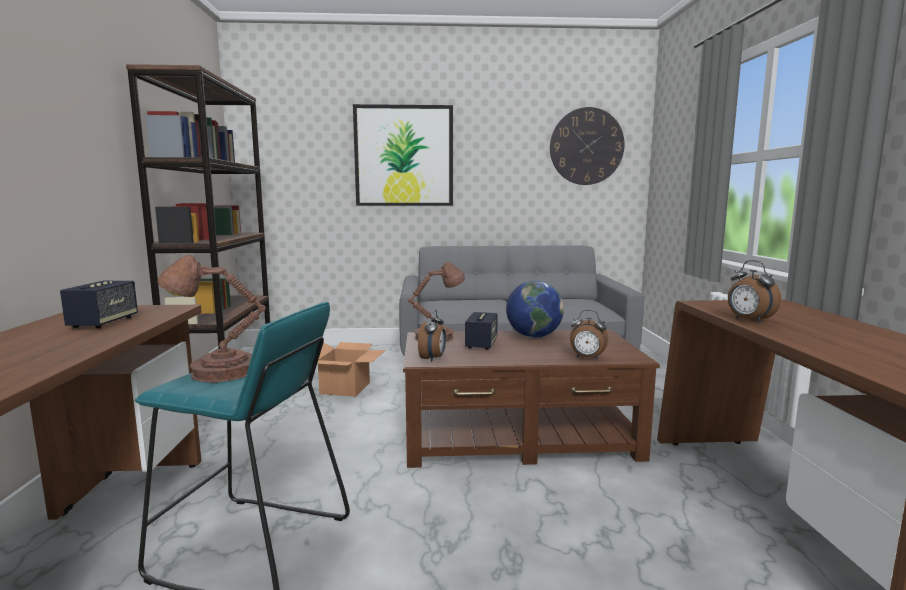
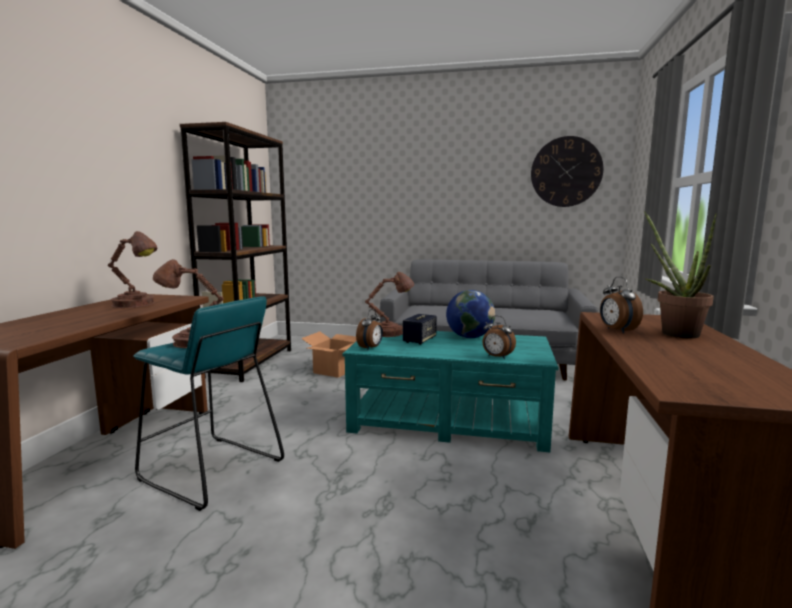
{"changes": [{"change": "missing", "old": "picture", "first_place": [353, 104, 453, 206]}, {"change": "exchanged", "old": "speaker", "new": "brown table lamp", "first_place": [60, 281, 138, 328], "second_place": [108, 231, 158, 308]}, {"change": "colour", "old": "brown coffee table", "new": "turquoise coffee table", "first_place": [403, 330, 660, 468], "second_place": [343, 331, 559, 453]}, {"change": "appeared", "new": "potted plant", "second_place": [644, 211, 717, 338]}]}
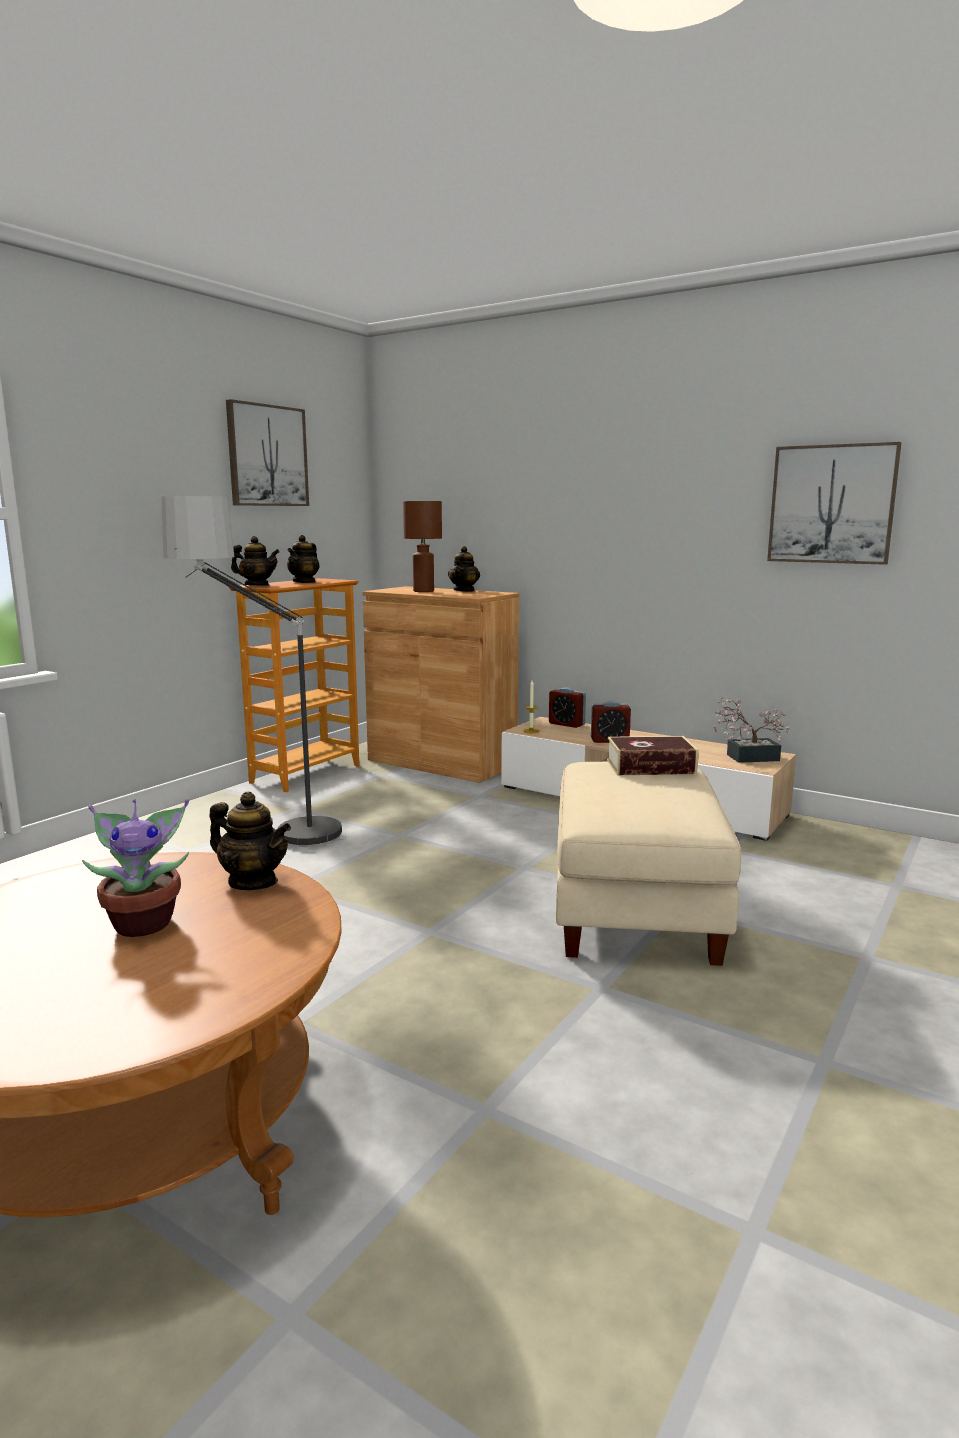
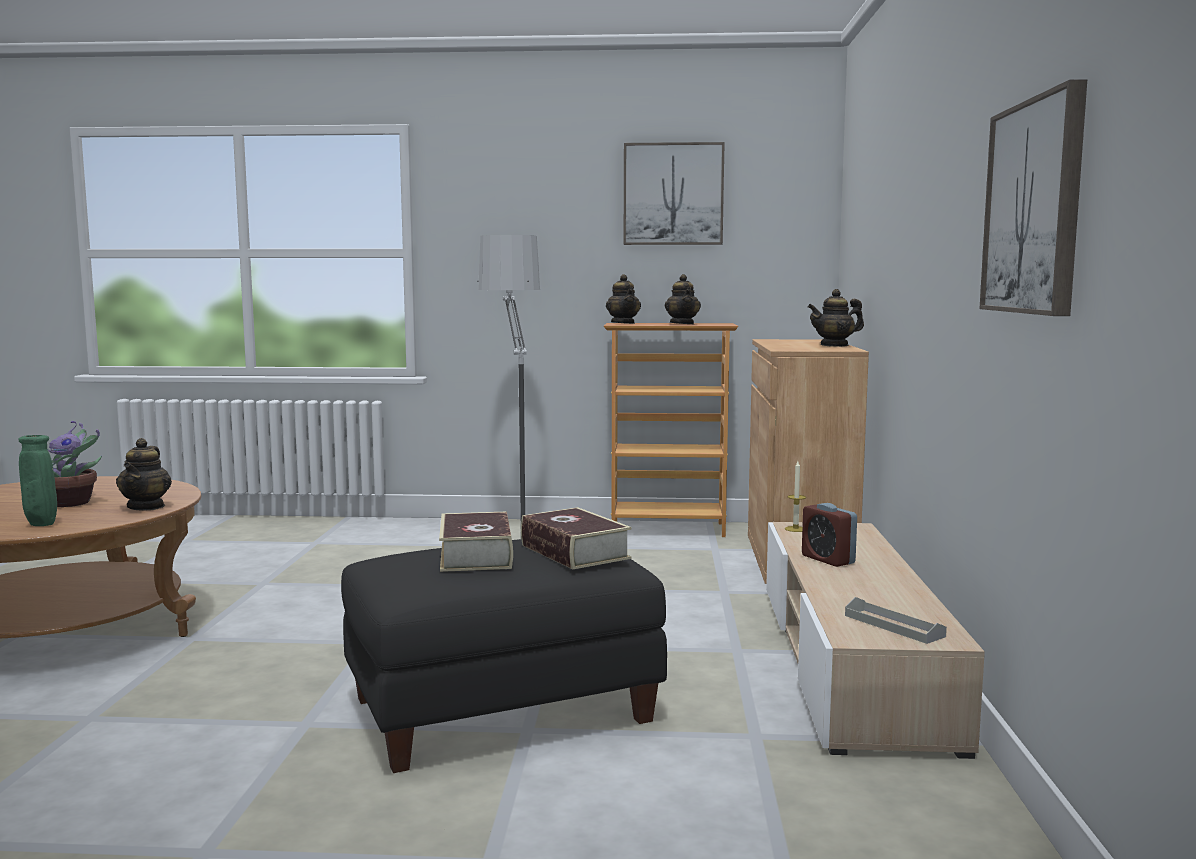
{"changes": [{"change": "missing", "old": "brown table lamp", "first_place": [403, 501, 442, 592]}, {"change": "spun", "old": "teapot", "first_place": [287, 535, 320, 583], "second_place": [665, 274, 701, 324], "degrees": -90}, {"change": "missing", "old": "alarm clock", "first_place": [549, 687, 586, 728]}, {"change": "exchanged", "old": "potted plant", "new": "grey tray", "first_place": [713, 697, 790, 763], "second_place": [845, 597, 947, 644]}, {"change": "colour", "old": "beige ottoman", "new": "black ottoman", "first_place": [556, 762, 741, 966], "second_place": [341, 539, 667, 773]}, {"change": "appeared", "new": "green vase", "second_place": [19, 435, 57, 526]}, {"change": "appeared", "new": "book", "second_place": [439, 511, 513, 572]}]}
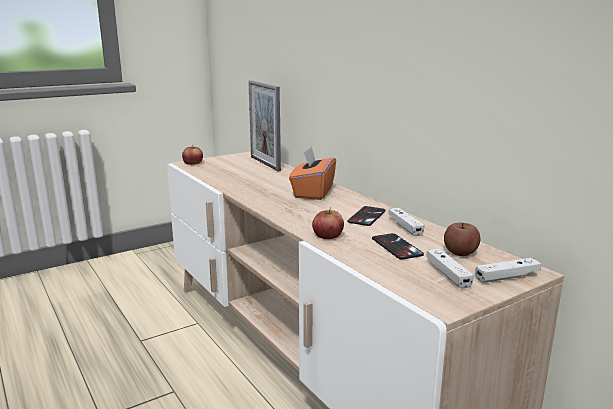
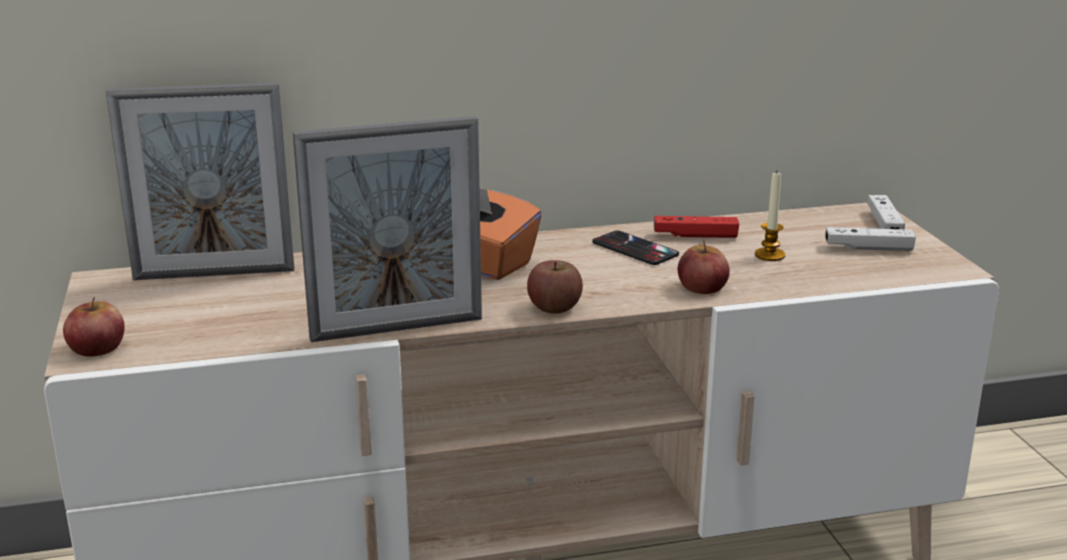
{"changes": [{"change": "colour", "old": "white game controller", "new": "red game controller", "first_place": [388, 208, 424, 236], "second_place": [654, 216, 739, 238]}, {"change": "relocated", "old": "apple", "first_place": [444, 223, 480, 256], "second_place": [527, 260, 583, 314]}, {"change": "exchanged", "old": "phone", "new": "candle", "first_place": [372, 233, 424, 260], "second_place": [755, 171, 785, 261]}, {"change": "appeared", "new": "picture frame", "second_place": [293, 116, 482, 342]}]}
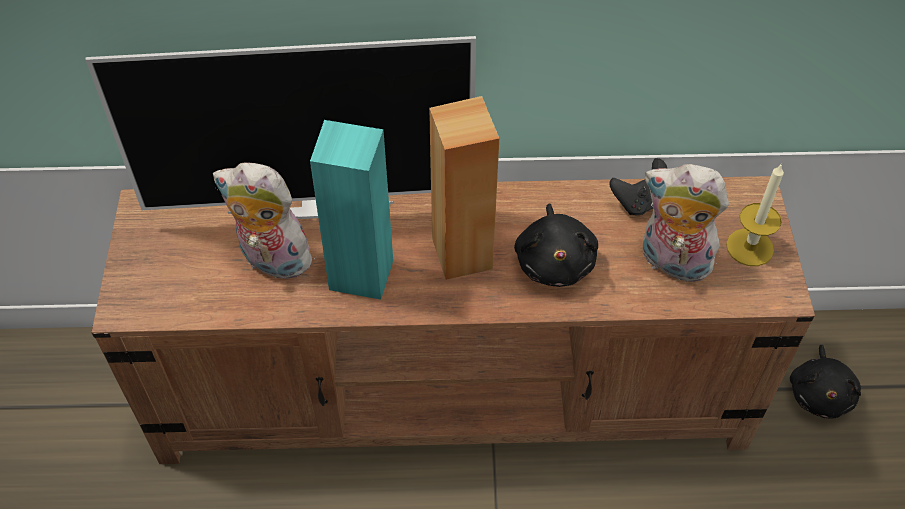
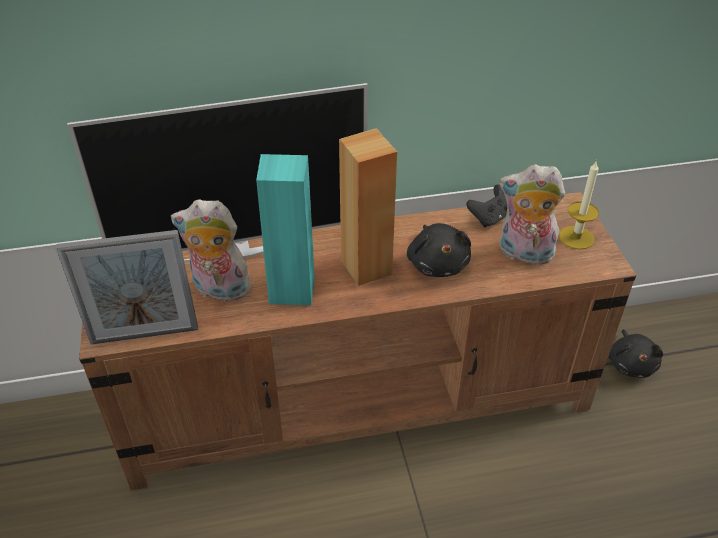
{"changes": [{"change": "appeared", "new": "picture frame", "second_place": [56, 230, 198, 345]}]}
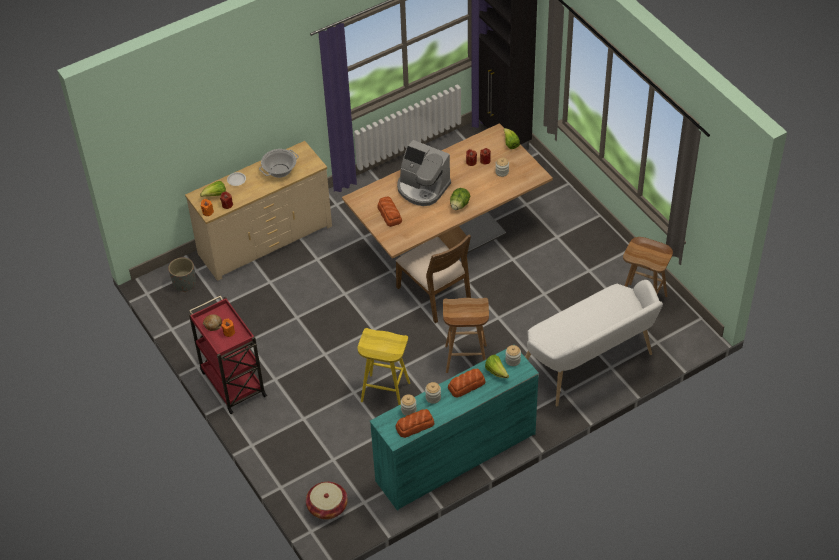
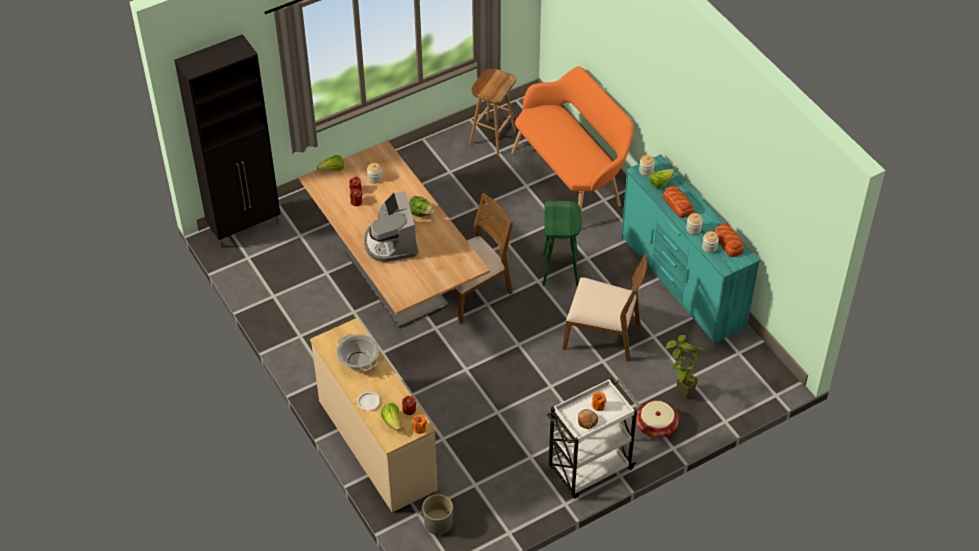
{"changes": [{"change": "spun", "old": "coffee machine", "first_place": [397, 140, 451, 206], "second_place": [364, 191, 419, 262], "degrees": 135}, {"change": "missing", "old": "bread", "first_place": [377, 197, 402, 227]}, {"change": "colour", "old": "white bench", "new": "orange bench", "first_place": [525, 280, 663, 406], "second_place": [511, 66, 634, 211]}, {"change": "colour", "old": "red cart", "new": "white cart", "first_place": [189, 295, 267, 414], "second_place": [547, 378, 641, 498]}, {"change": "colour", "old": "brown stool", "new": "green stool", "first_place": [443, 298, 489, 373], "second_place": [543, 201, 582, 287]}, {"change": "exchanged", "old": "yellow stool", "new": "brown chair", "first_place": [358, 328, 410, 405], "second_place": [563, 253, 648, 362]}, {"change": "relocated", "old": "basket", "first_place": [306, 482, 348, 519], "second_place": [636, 400, 679, 438]}, {"change": "appeared", "new": "potted plant", "second_place": [665, 335, 707, 399]}]}
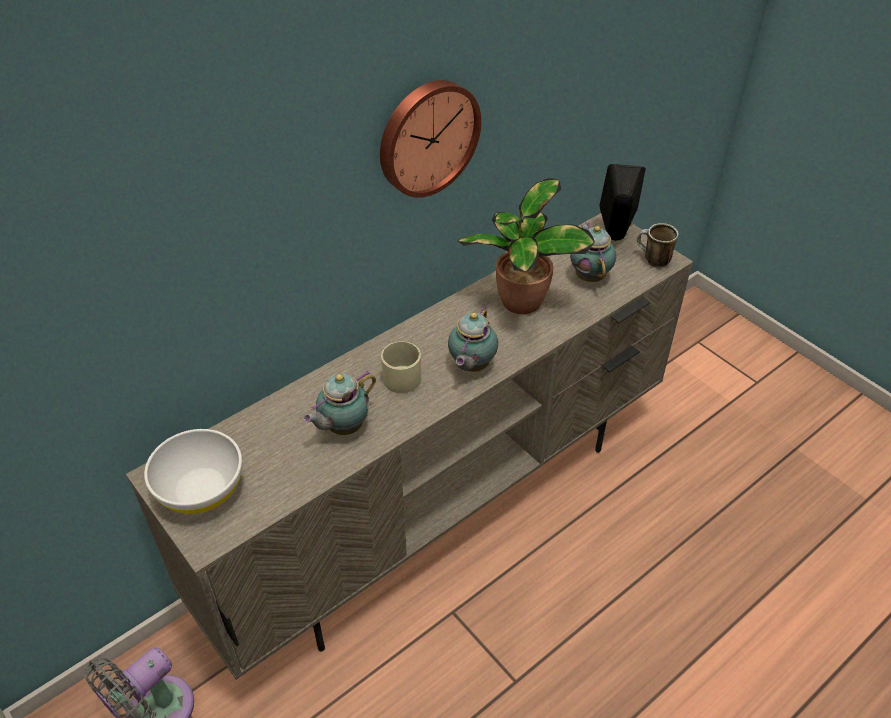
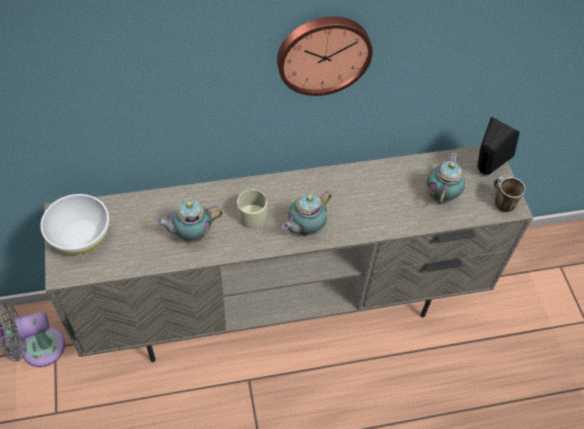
{"changes": [{"change": "missing", "old": "potted plant", "first_place": [457, 178, 595, 314]}]}
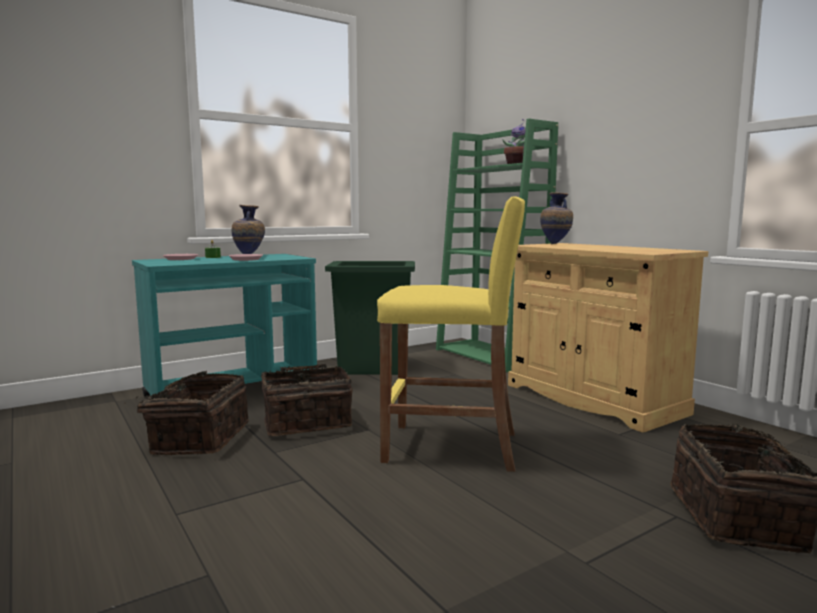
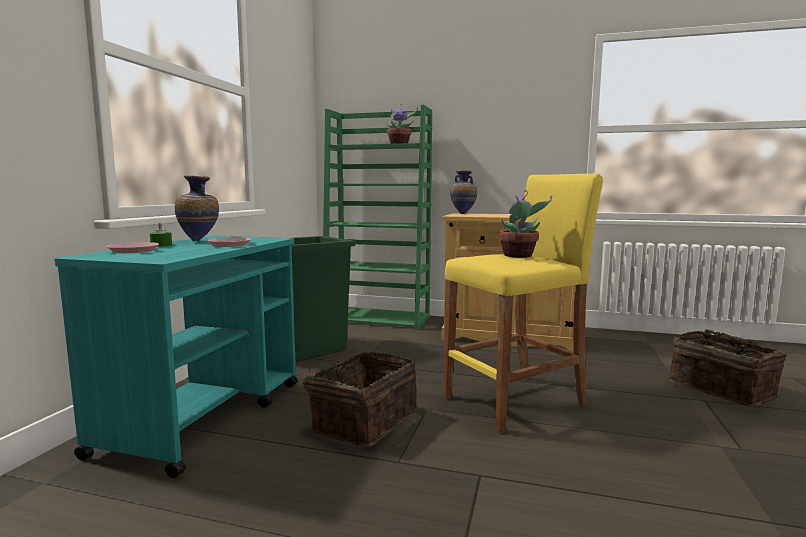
{"changes": [{"change": "missing", "old": "basket", "first_place": [124, 371, 249, 455]}, {"change": "appeared", "new": "potted plant", "second_place": [499, 190, 552, 258]}]}
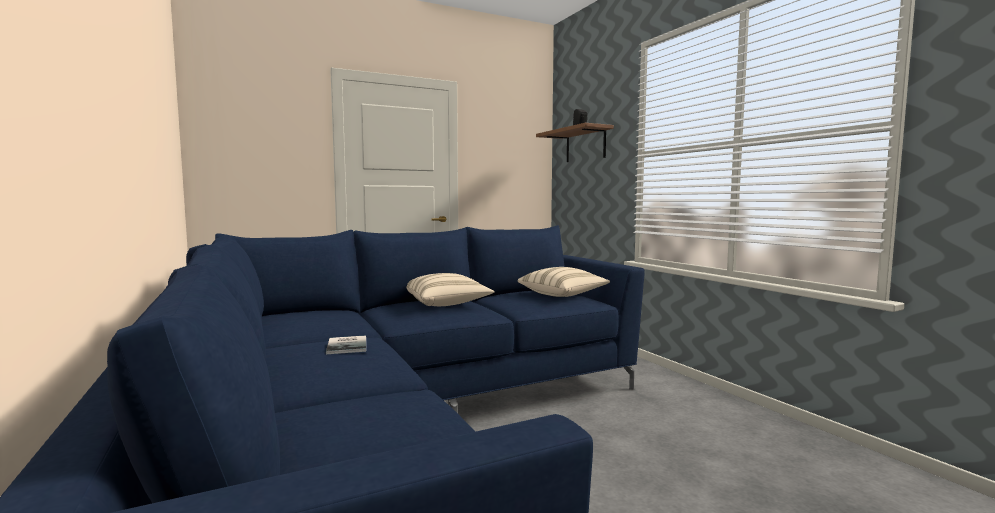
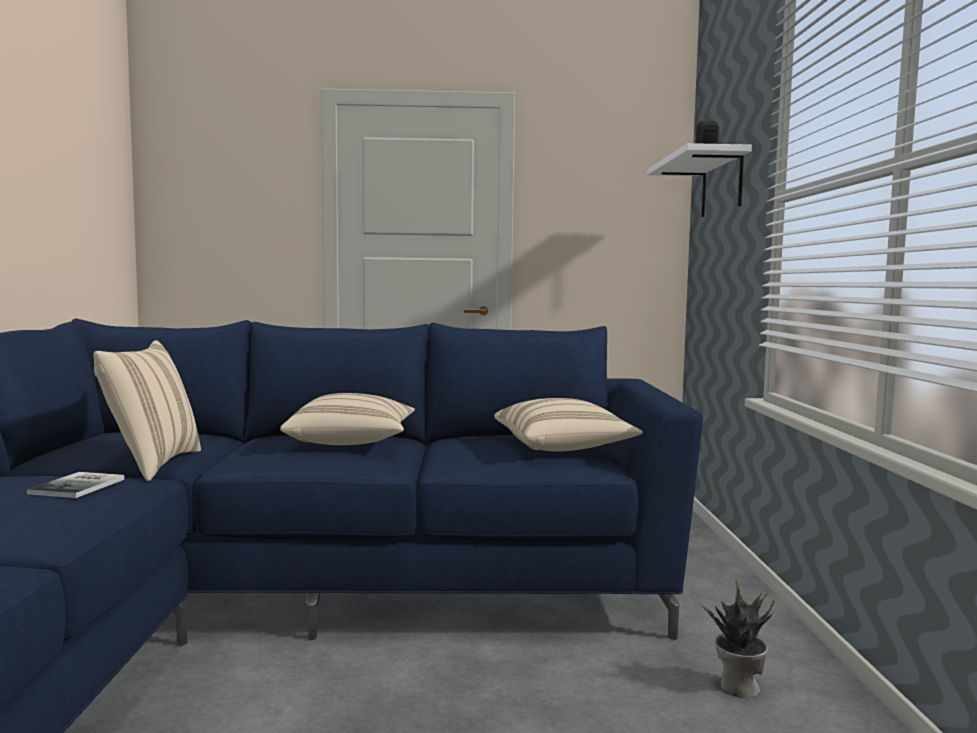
{"changes": [{"change": "colour", "old": "brown shelf", "new": "white shelf", "first_place": [536, 123, 614, 162], "second_place": [647, 143, 752, 217]}, {"change": "appeared", "new": "beige pillow", "second_place": [93, 340, 201, 481]}, {"change": "appeared", "new": "potted plant", "second_place": [699, 580, 775, 698]}]}
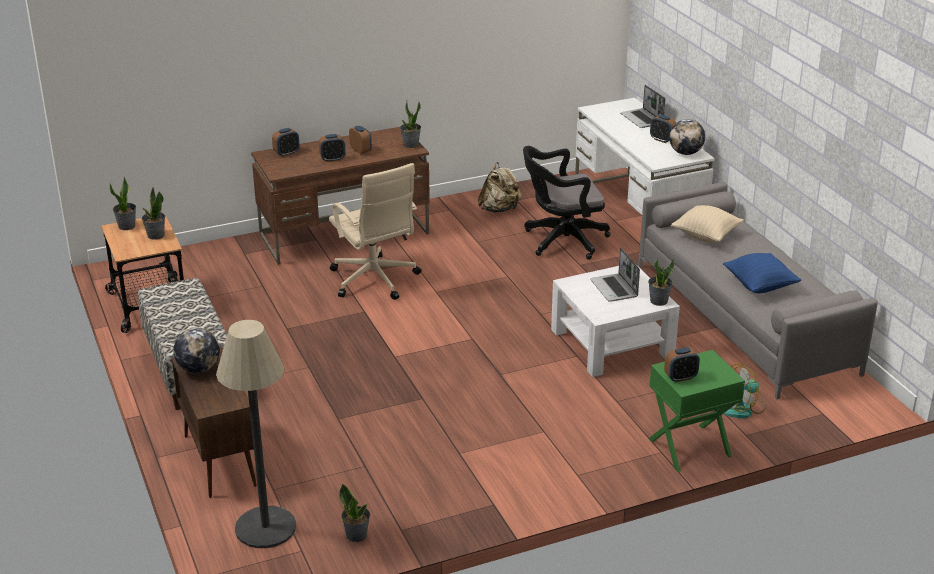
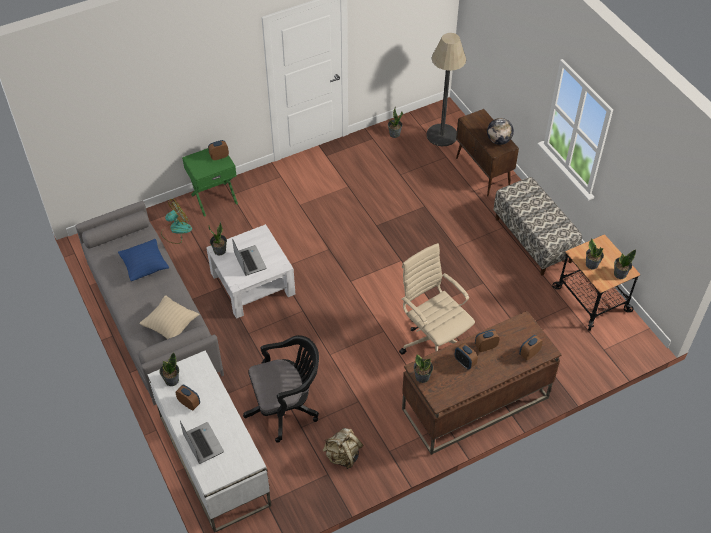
{"changes": [{"change": "exchanged", "old": "globe", "new": "potted plant", "first_place": [669, 119, 705, 155], "second_place": [159, 352, 179, 386]}]}
